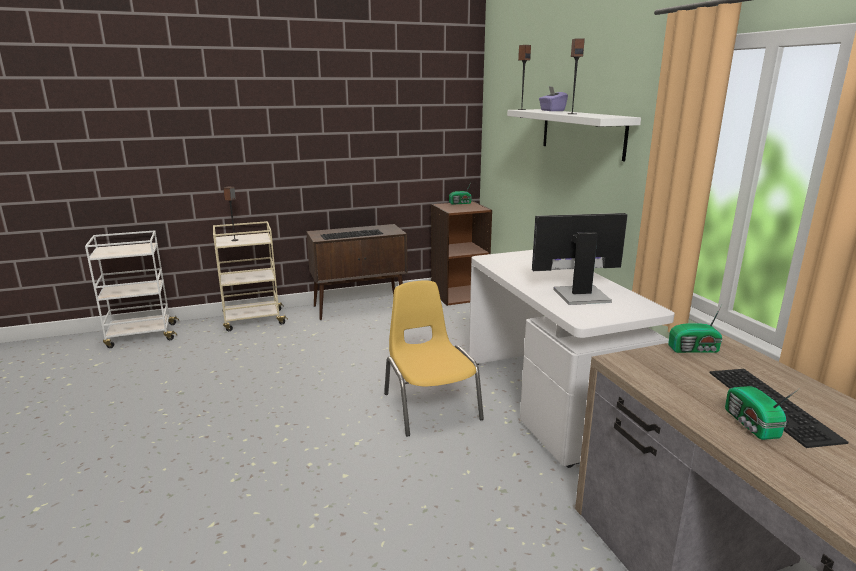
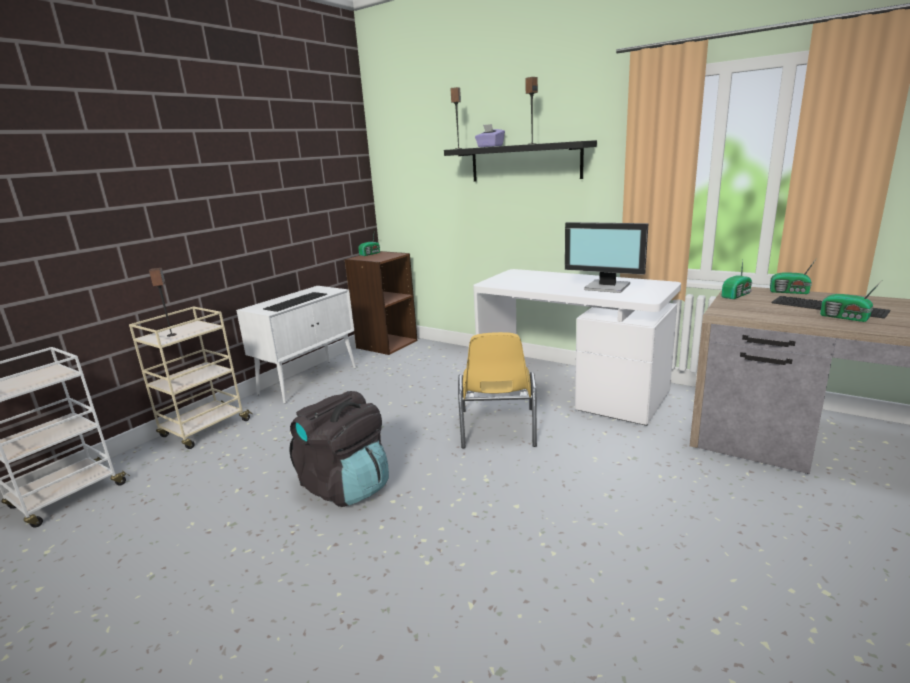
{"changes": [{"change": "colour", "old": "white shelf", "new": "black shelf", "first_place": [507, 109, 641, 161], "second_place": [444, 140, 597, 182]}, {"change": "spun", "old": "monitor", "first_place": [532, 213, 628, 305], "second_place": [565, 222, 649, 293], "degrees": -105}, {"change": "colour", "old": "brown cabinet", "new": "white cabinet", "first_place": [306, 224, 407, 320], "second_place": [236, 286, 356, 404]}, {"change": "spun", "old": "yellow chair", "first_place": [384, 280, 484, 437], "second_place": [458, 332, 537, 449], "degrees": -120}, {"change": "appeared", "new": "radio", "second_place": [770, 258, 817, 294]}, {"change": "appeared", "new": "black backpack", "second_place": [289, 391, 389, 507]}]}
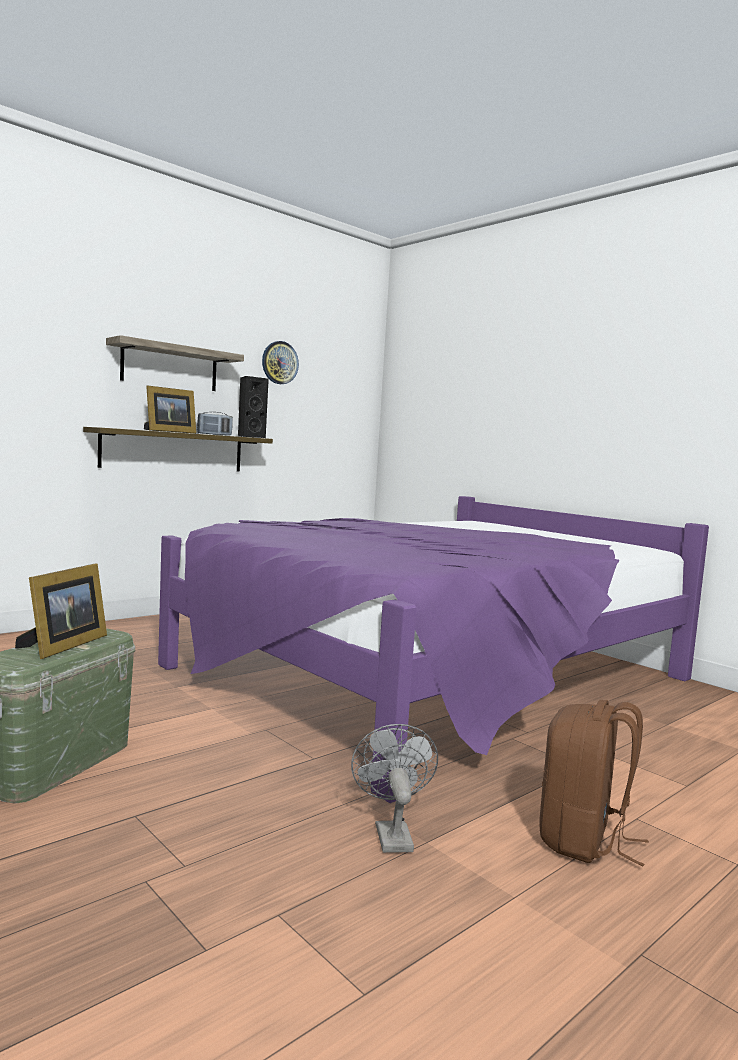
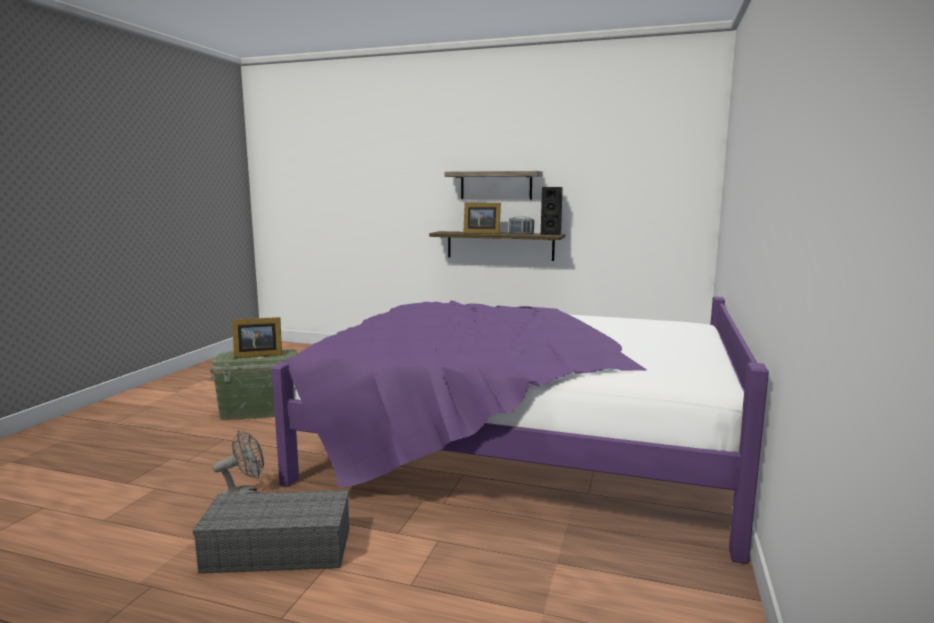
{"changes": [{"change": "missing", "old": "wall clock", "first_place": [262, 341, 299, 384]}, {"change": "exchanged", "old": "brown backpack", "new": "grey storage box", "first_place": [539, 700, 649, 867], "second_place": [193, 490, 349, 574]}]}
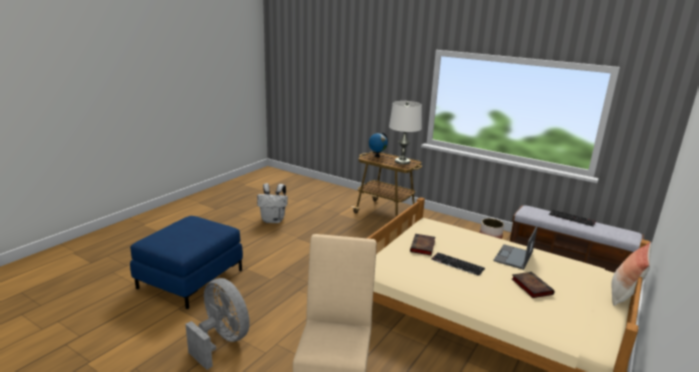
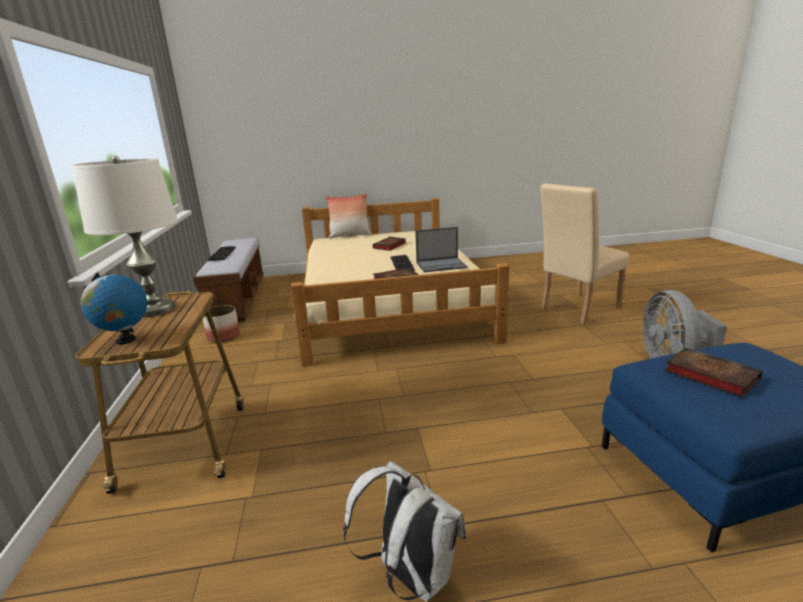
{"changes": [{"change": "relocated", "old": "laptop", "first_place": [493, 226, 538, 270], "second_place": [415, 227, 468, 273]}, {"change": "appeared", "new": "book", "second_place": [664, 347, 763, 398]}]}
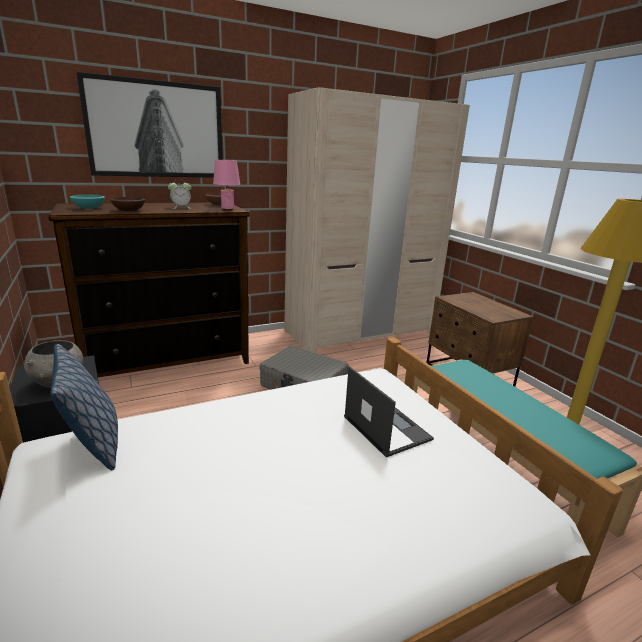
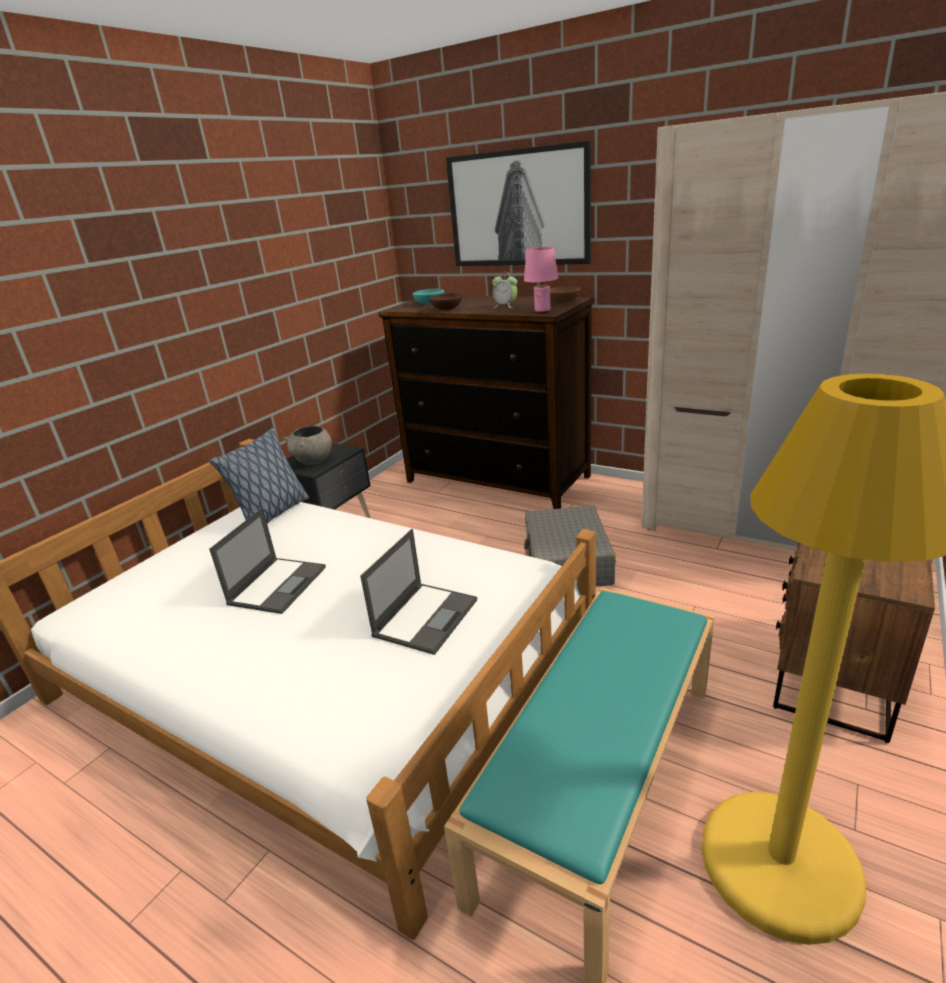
{"changes": [{"change": "appeared", "new": "laptop", "second_place": [209, 508, 326, 614]}]}
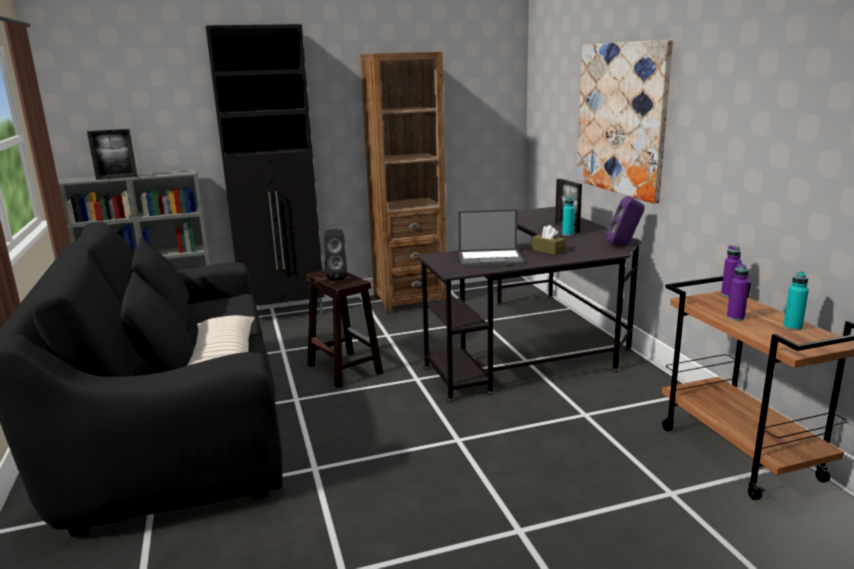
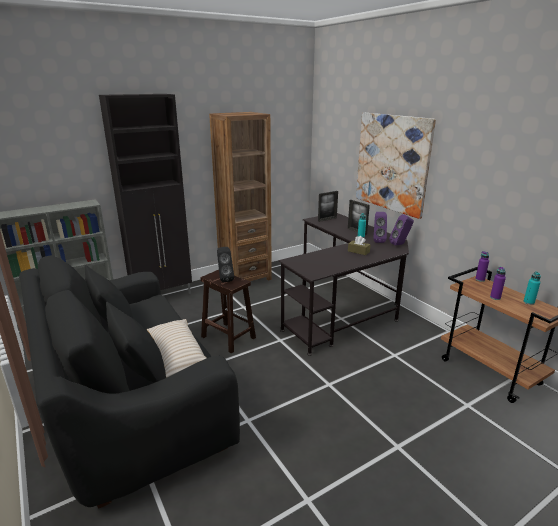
{"changes": [{"change": "relocated", "old": "picture frame", "first_place": [87, 129, 137, 180], "second_place": [318, 191, 338, 222]}, {"change": "missing", "old": "laptop", "first_place": [458, 209, 525, 267]}, {"change": "appeared", "new": "purple speaker", "second_place": [373, 212, 387, 243]}]}
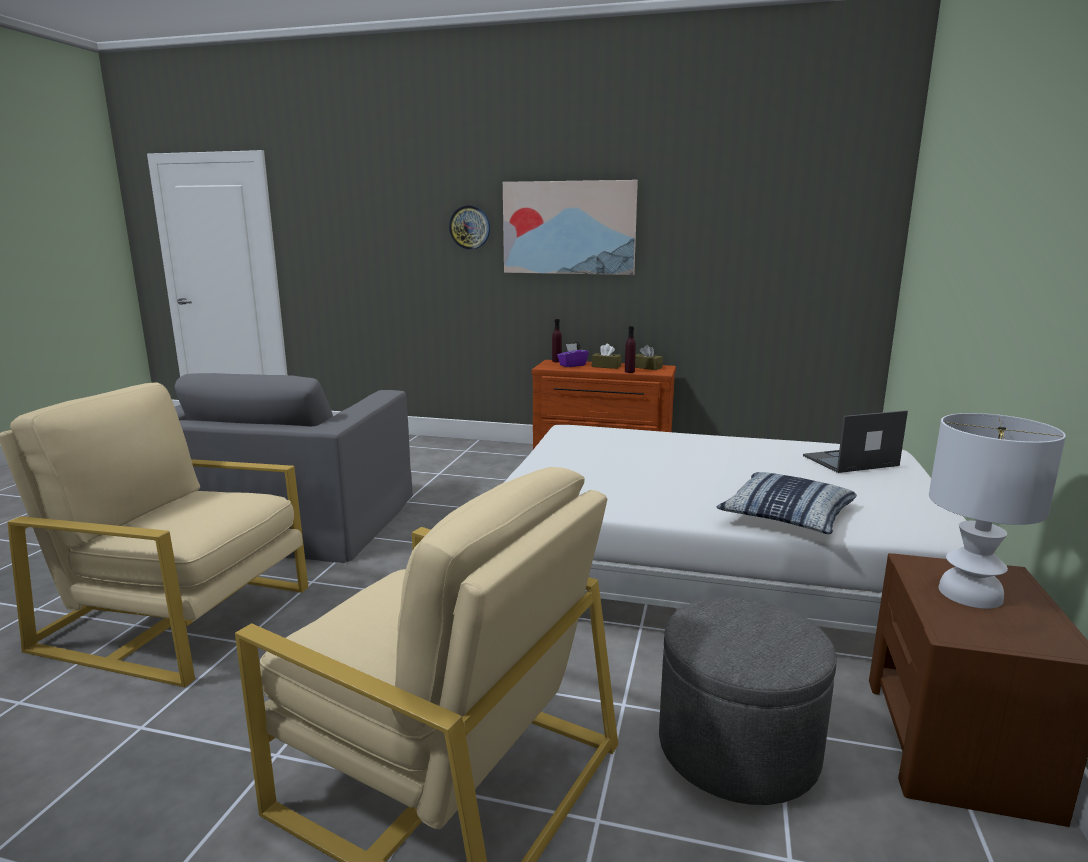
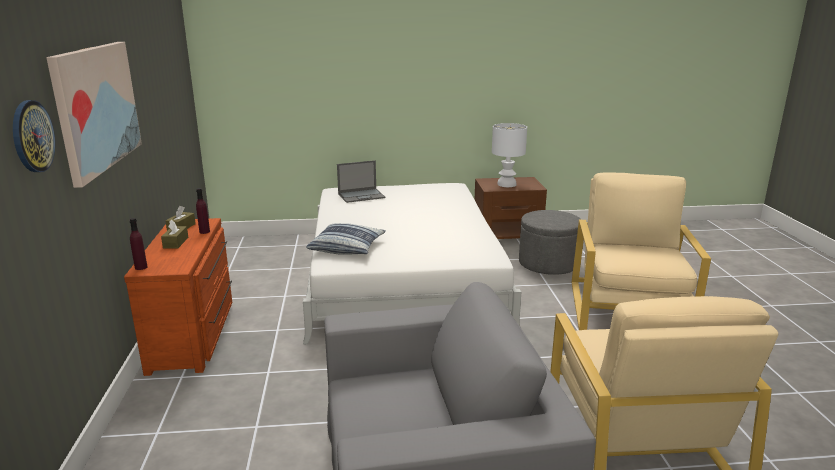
{"changes": [{"change": "missing", "old": "purple tissue box", "first_place": [557, 343, 589, 367]}, {"change": "spun", "old": "laptop", "first_place": [803, 410, 908, 473], "second_place": [337, 160, 385, 203], "degrees": -75}, {"change": "relocated", "old": "pillow", "first_place": [716, 472, 857, 534], "second_place": [306, 223, 386, 255]}]}
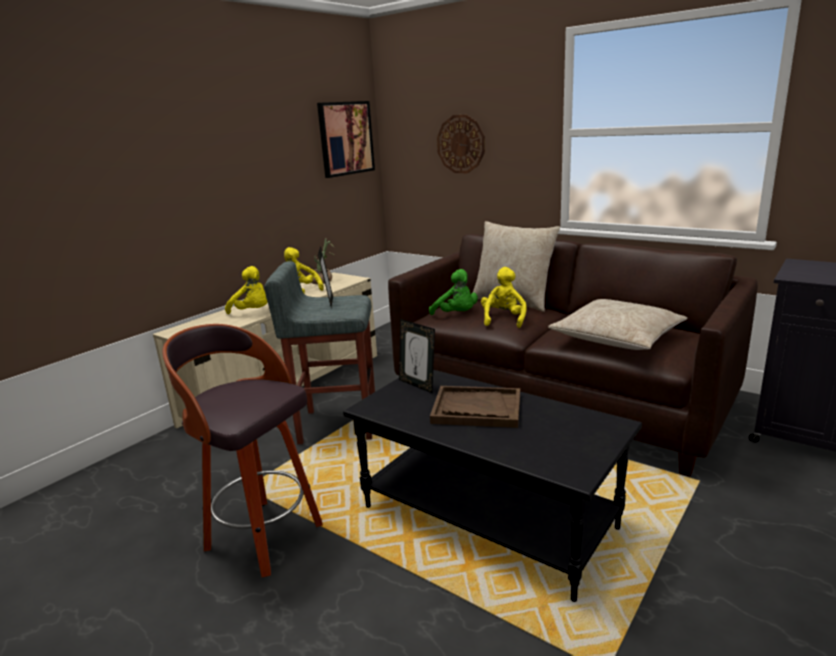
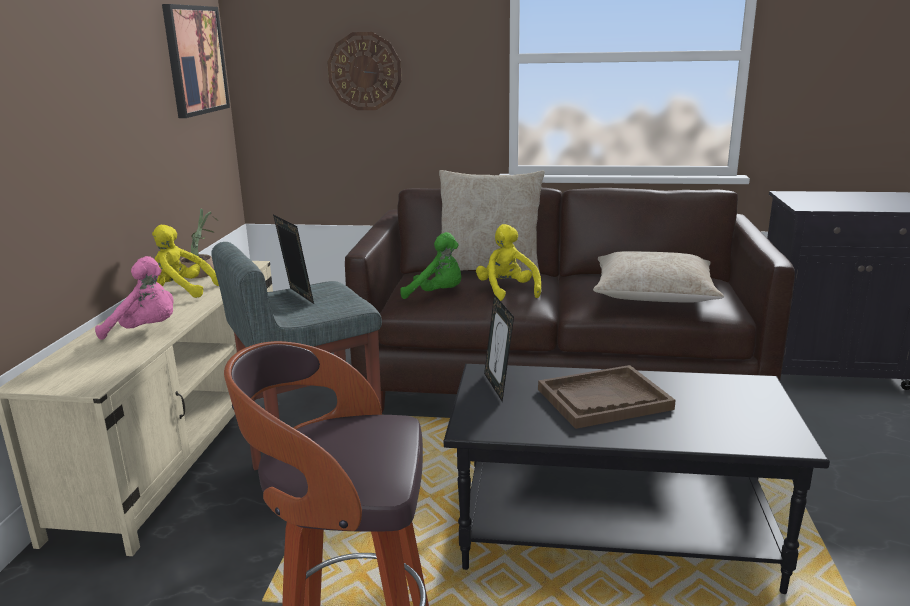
{"changes": [{"change": "colour", "old": "yellow plush toy", "new": "pink plush toy", "first_place": [225, 266, 268, 314], "second_place": [95, 256, 174, 340]}, {"change": "spun", "old": "picture frame", "first_place": [399, 319, 435, 393], "second_place": [484, 294, 514, 402], "degrees": 60}]}
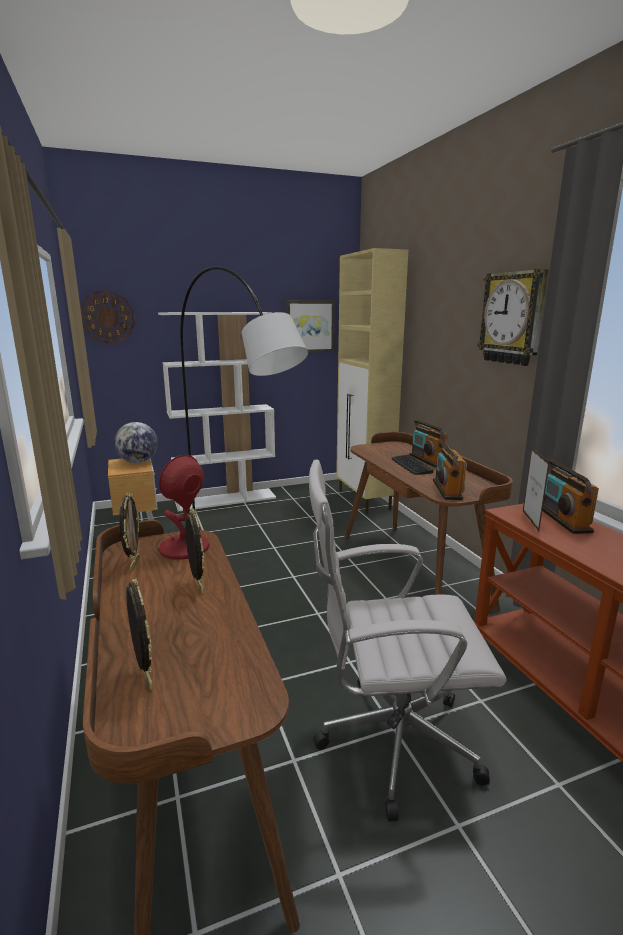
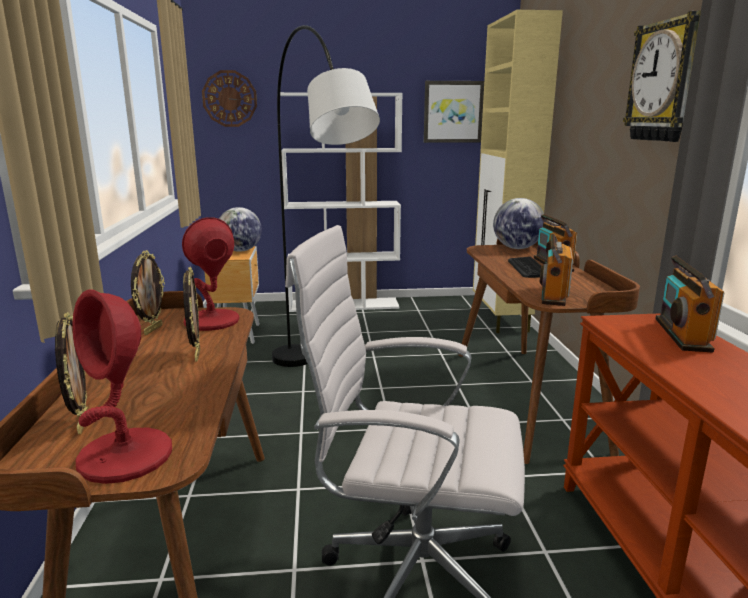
{"changes": [{"change": "missing", "old": "picture frame", "first_place": [523, 447, 550, 531]}, {"change": "appeared", "new": "globe", "second_place": [493, 198, 544, 249]}, {"change": "appeared", "new": "red table lamp", "second_place": [72, 289, 172, 484]}]}
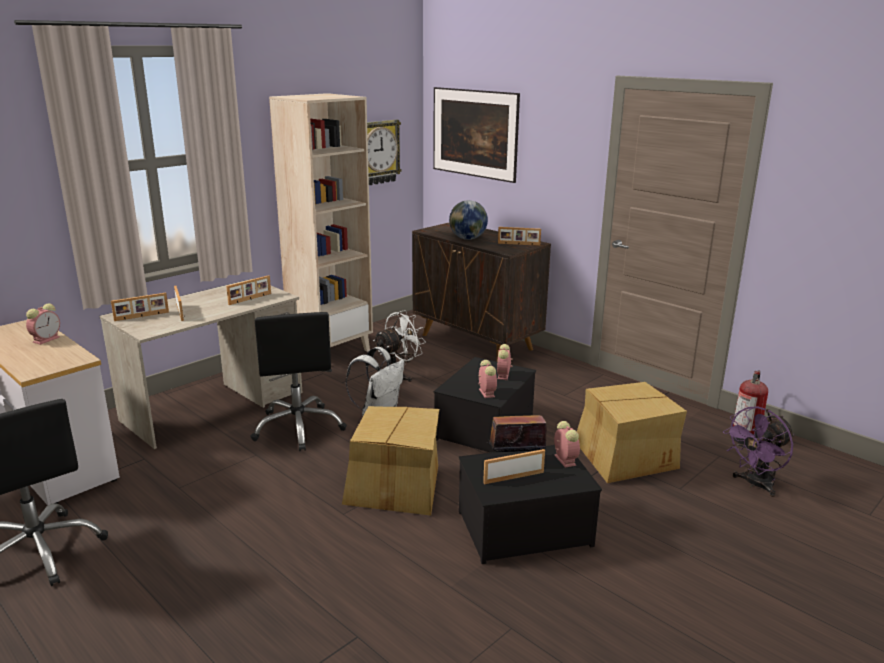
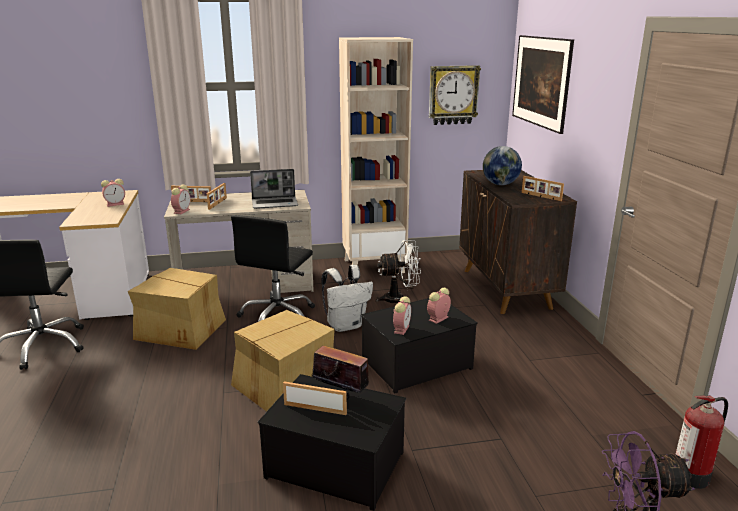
{"changes": [{"change": "exchanged", "old": "picture frame", "new": "laptop", "first_place": [226, 275, 271, 305], "second_place": [250, 169, 298, 209]}, {"change": "relocated", "old": "cardboard box", "first_place": [577, 382, 687, 483], "second_place": [128, 268, 226, 350]}, {"change": "relocated", "old": "alarm clock", "first_place": [554, 421, 580, 468], "second_place": [171, 185, 190, 214]}]}
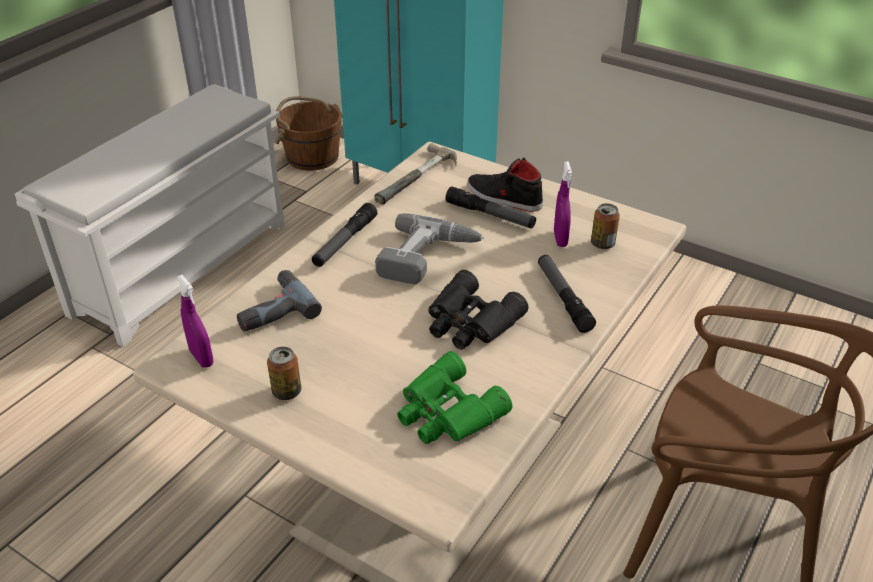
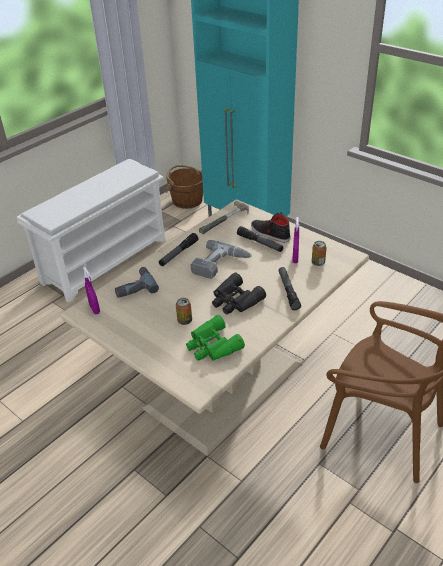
{"changes": [{"change": "relocated", "old": "can", "first_place": [267, 347, 301, 400], "second_place": [176, 298, 192, 325]}]}
